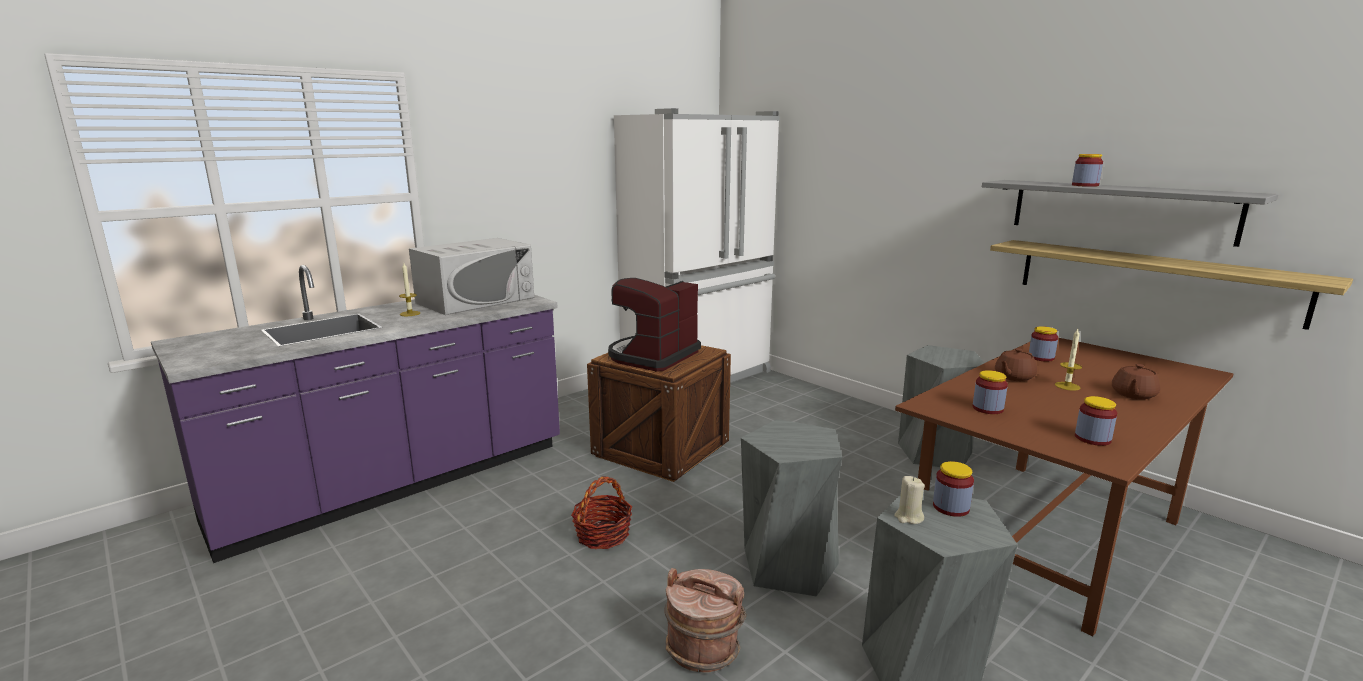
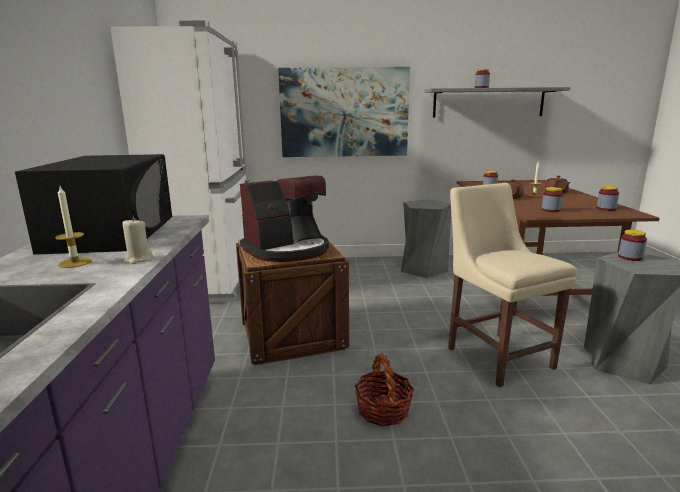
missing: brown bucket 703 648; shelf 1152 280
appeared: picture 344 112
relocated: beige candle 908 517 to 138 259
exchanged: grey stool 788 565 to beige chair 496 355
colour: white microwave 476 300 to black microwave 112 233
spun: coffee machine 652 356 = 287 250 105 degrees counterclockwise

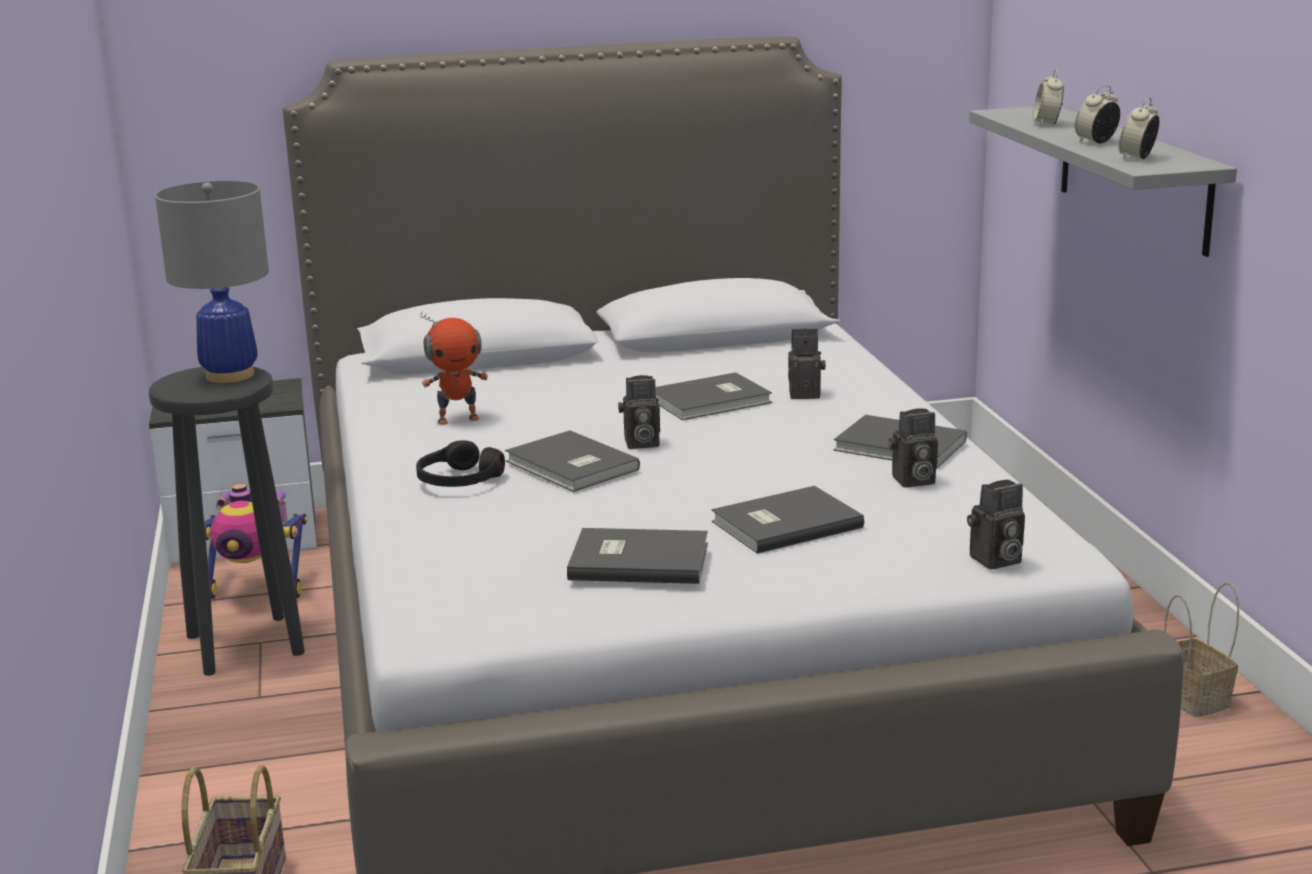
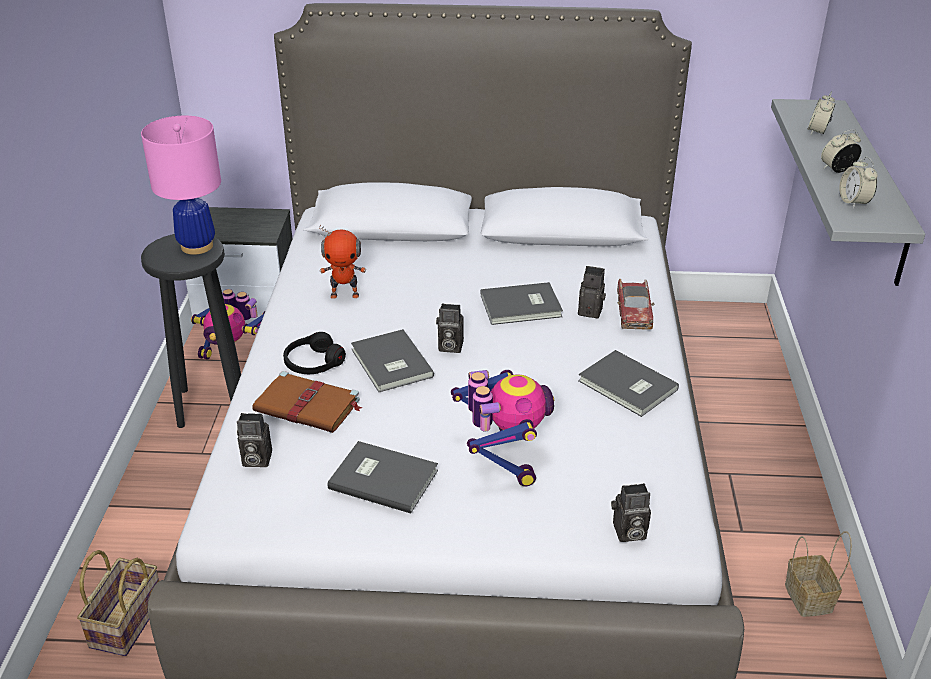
appeared: brown book 308 406; toy car 633 311
relocated: photo camera 912 481 to 255 460
exchanged: grey book 783 523 to toy robot 502 456
colour: grey table lamp 230 375 to pink table lamp 197 246
spun: alarm clock 1137 158 = 854 202 60 degrees counterclockwise

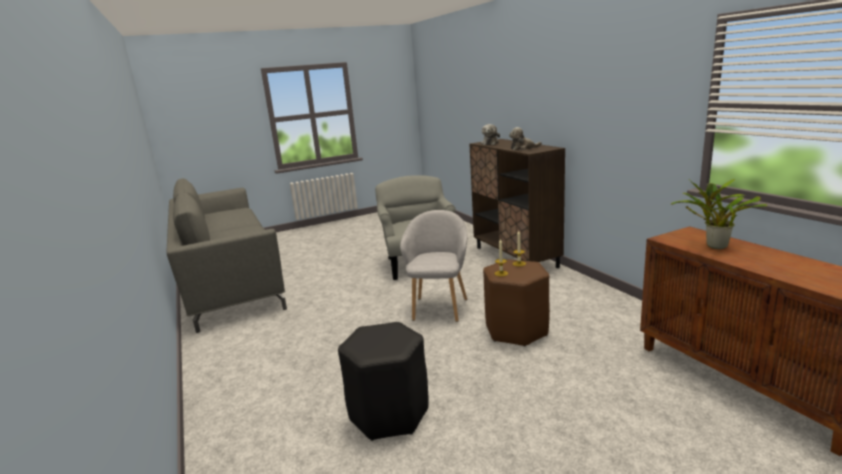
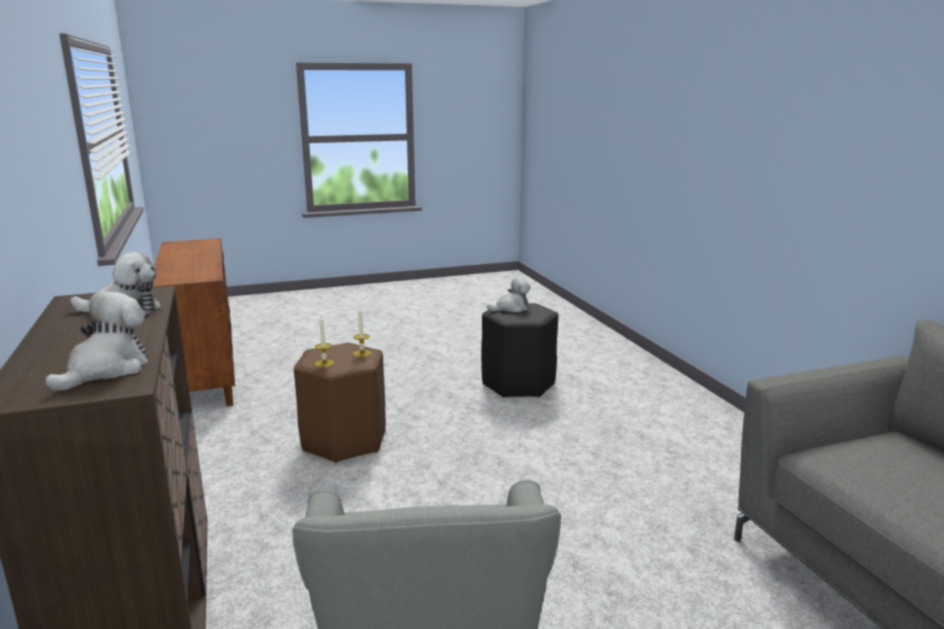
missing: grey armchair 439 308; potted plant 713 246
appeared: plush toy 511 308

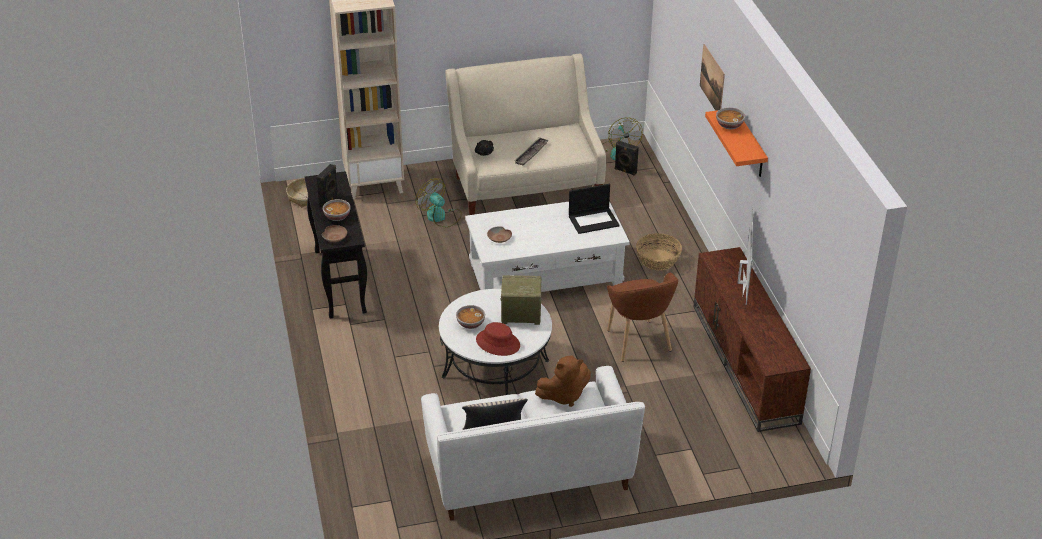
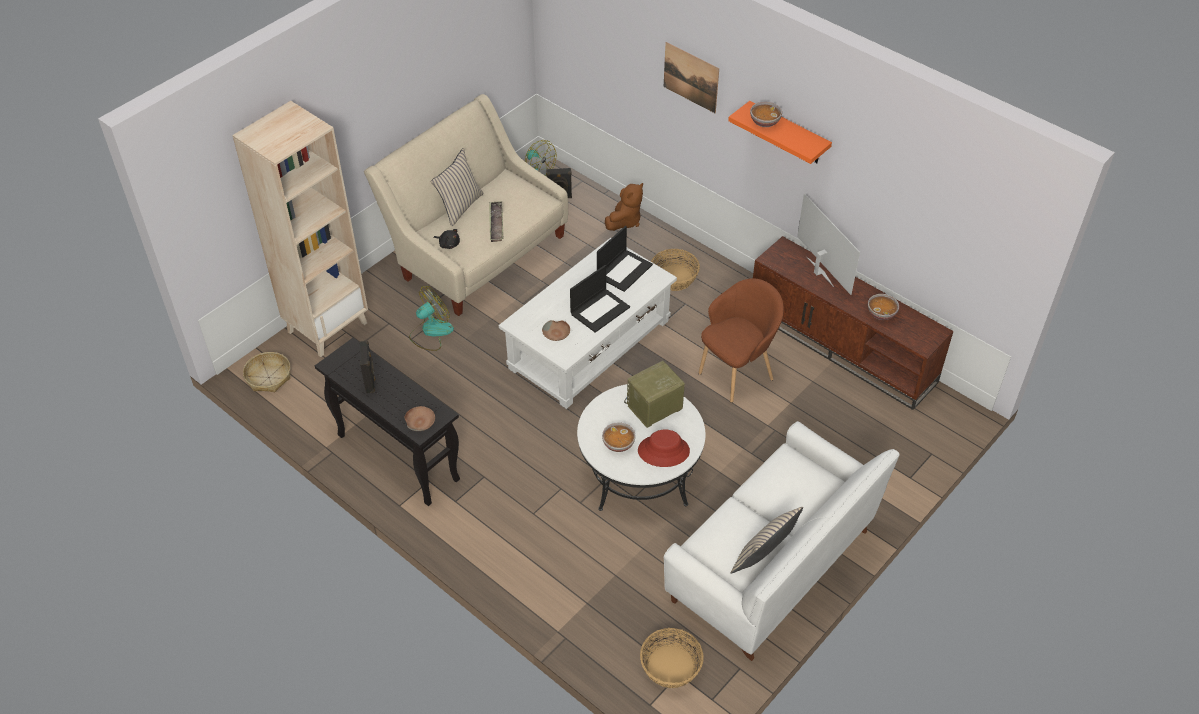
appeared: beige pillow 459 207; laptop 600 310; basket 670 667
relocated: bowl 337 216 to 881 313; brown plush toy 564 395 to 625 221
spun: fan 440 217 = 431 332 135 degrees clockwise; brown armchair 638 342 = 737 374 75 degrees counterclockwise

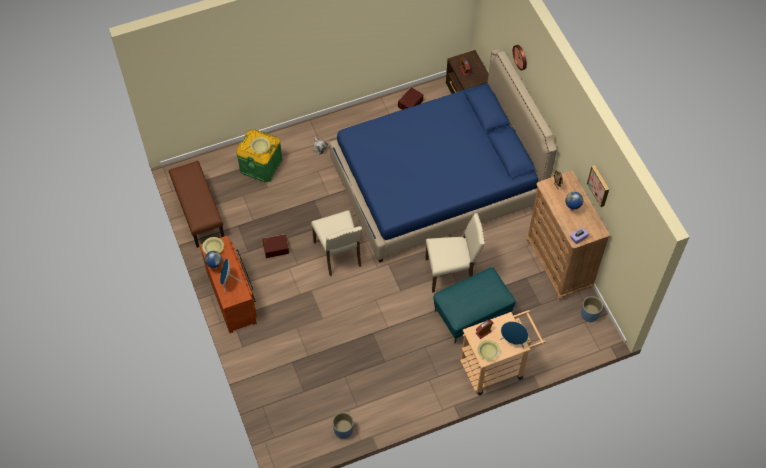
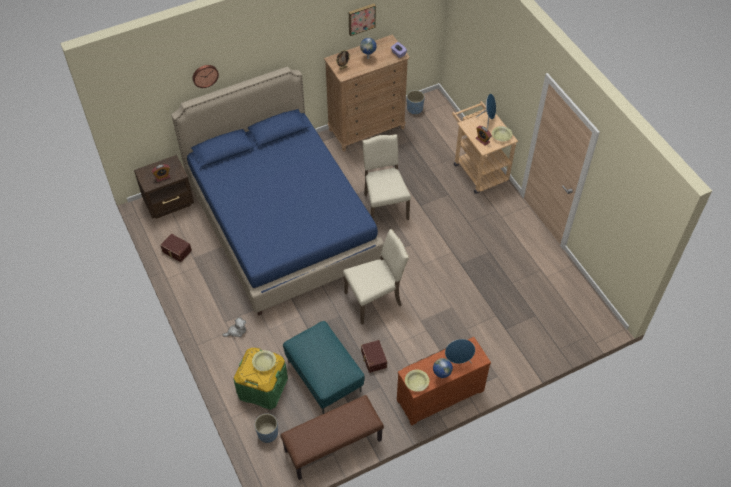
relocated: blue planter 343 430 to 267 433; turquoise ottoman 472 314 to 325 376

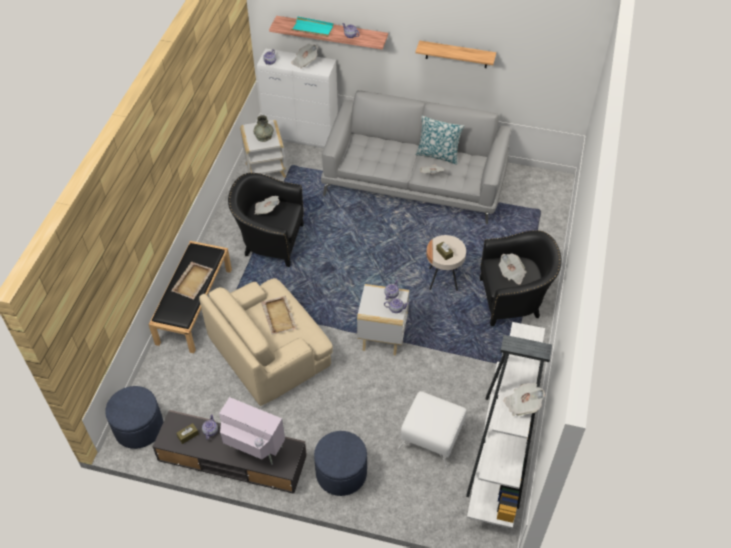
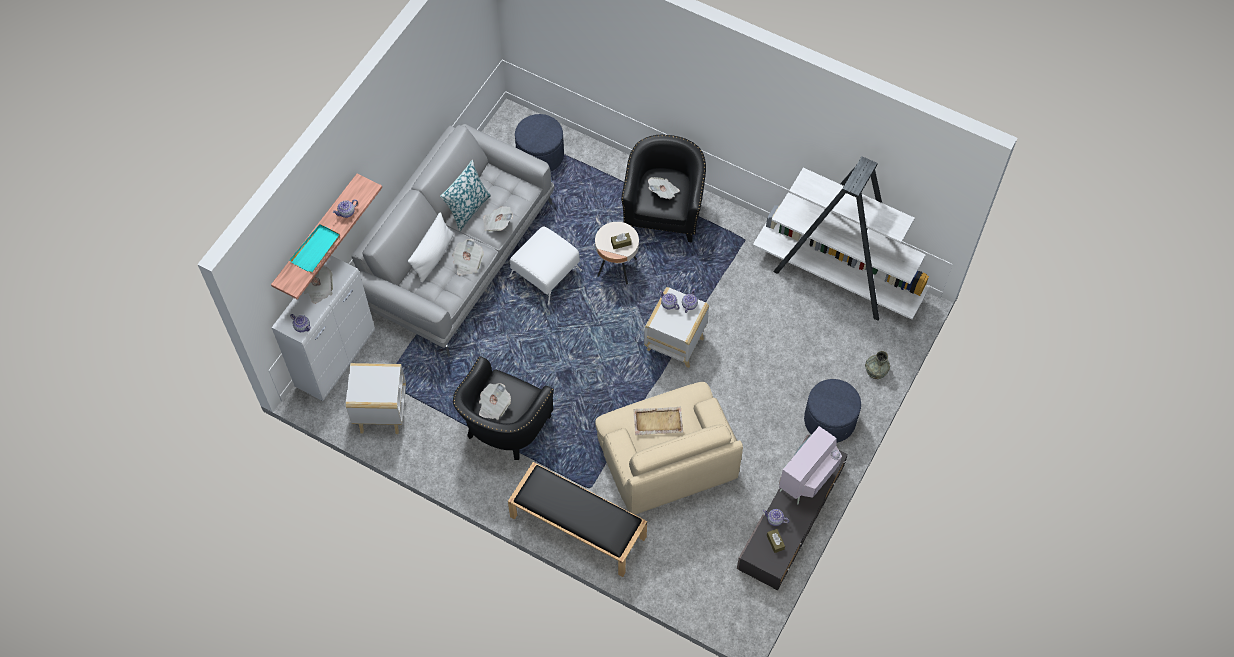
missing: beige tray 193 281; shelf 456 54
appeared: white pillow 433 256
relocated: blue ottoman 138 427 to 540 155; grey vase 264 136 to 876 370; white ottoman 431 436 to 545 273; newspaper 522 404 to 467 262

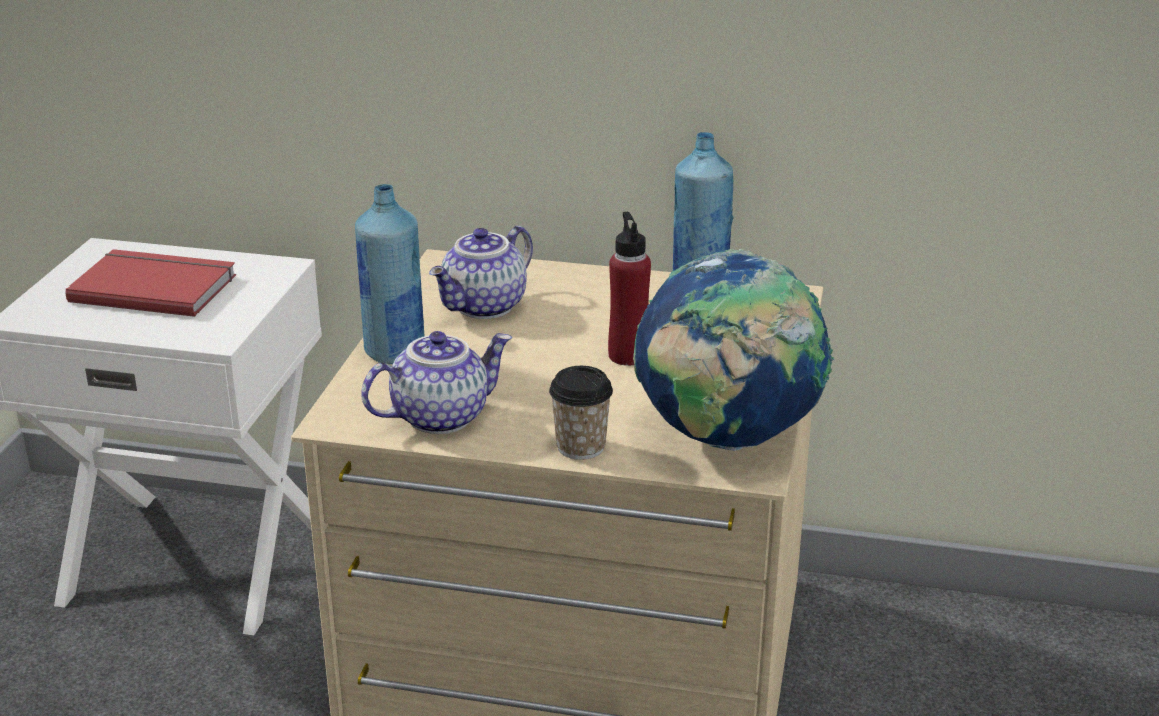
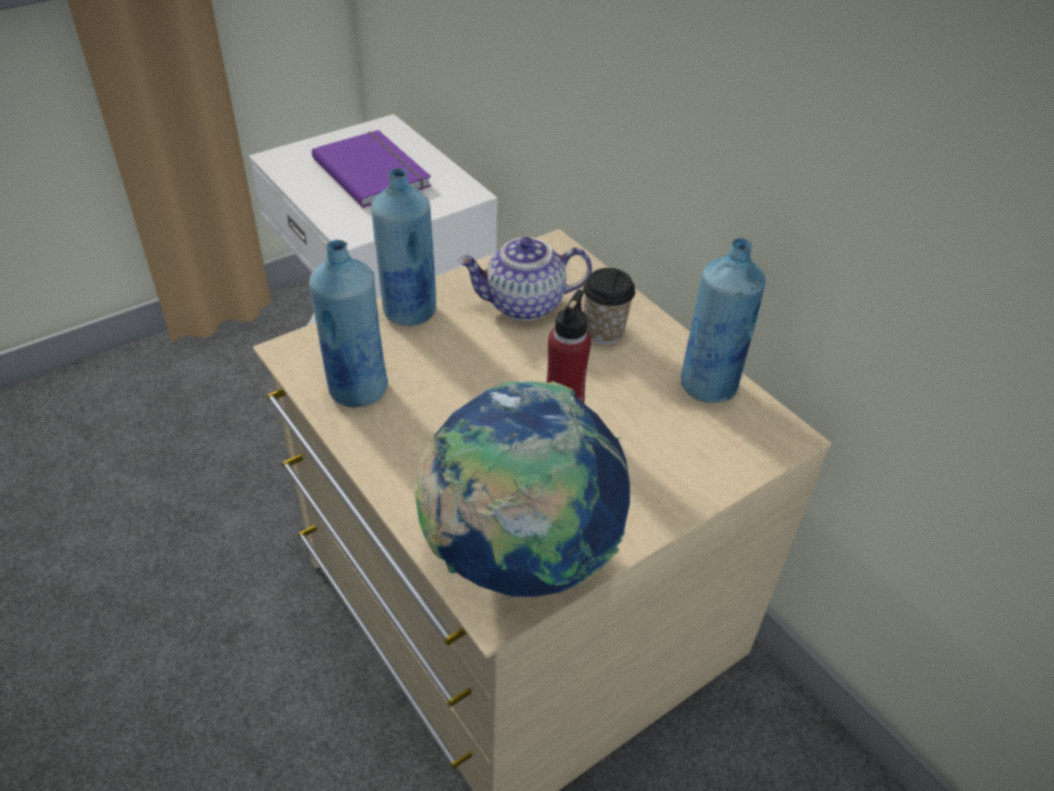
relocated: cup 580 447 to 604 332
exchanged: teapot 440 416 to blue bottle 357 389
colour: red book 154 287 to purple book 374 171

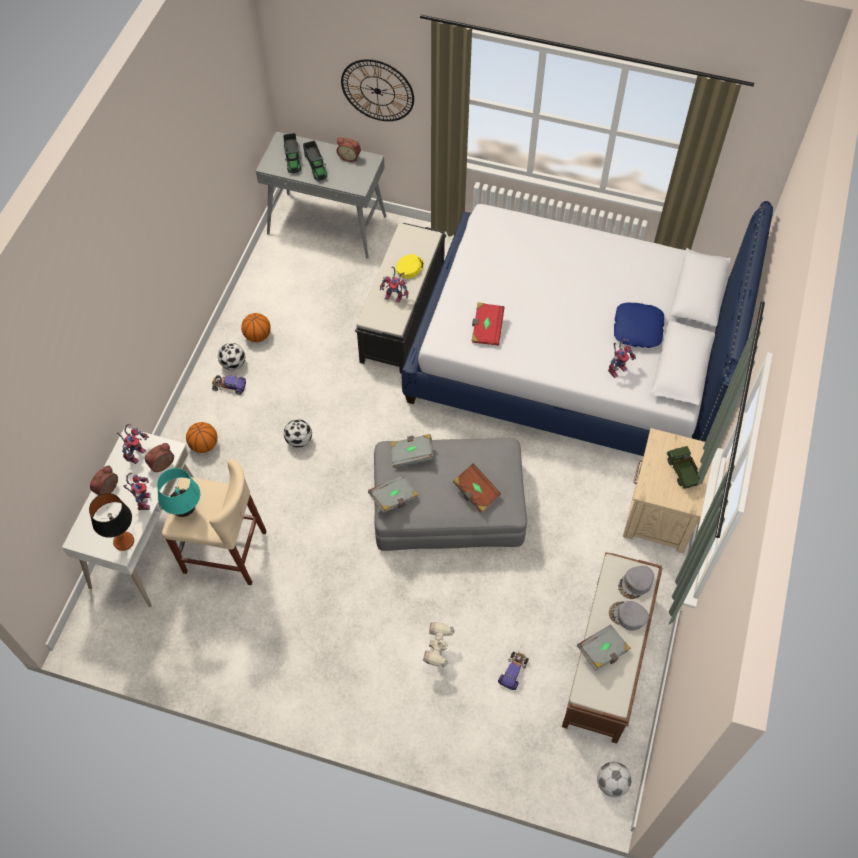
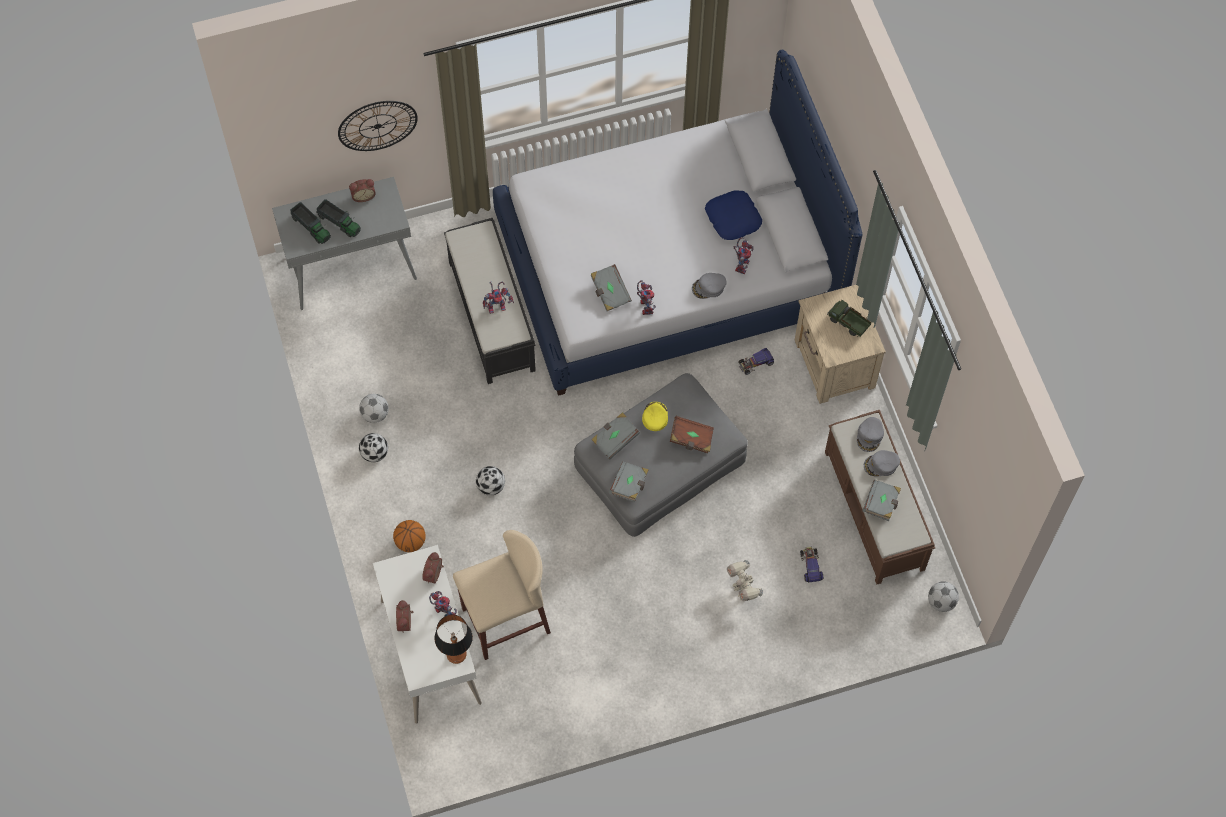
missing: turquoise table lamp 184 510
appeared: grey cap 709 287
relocated: toy robot 136 452 to 644 306; toy car 229 386 to 755 363; yellow cap 409 267 to 655 417
exchanged: basketball 257 336 to football 375 414
colour: red book 486 329 to grey book 610 292

